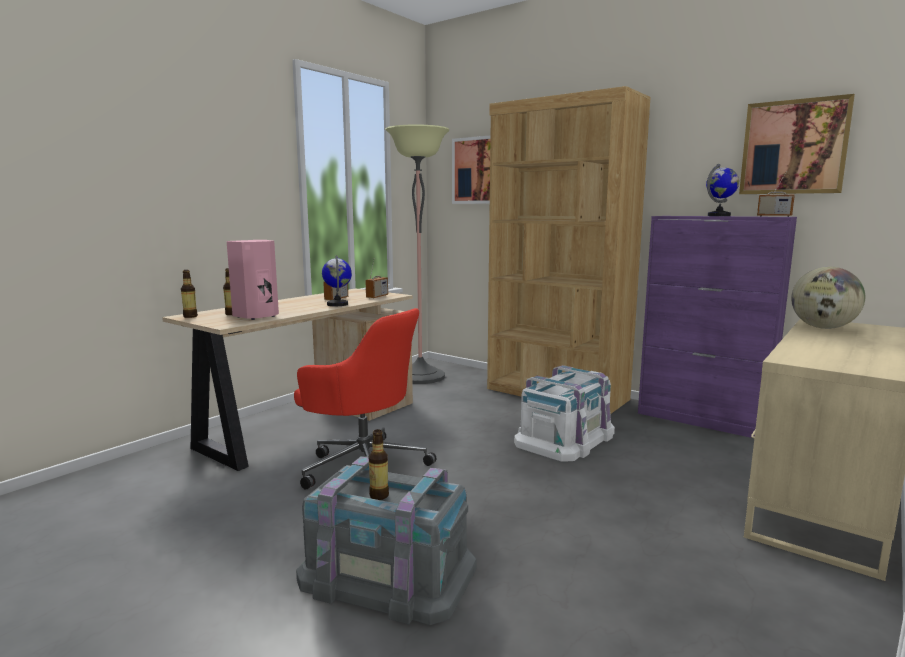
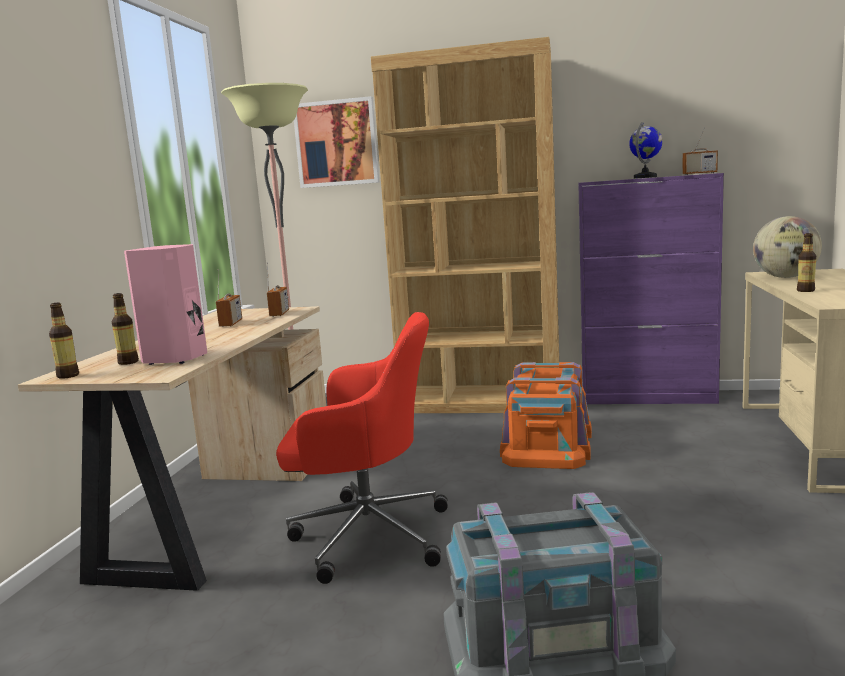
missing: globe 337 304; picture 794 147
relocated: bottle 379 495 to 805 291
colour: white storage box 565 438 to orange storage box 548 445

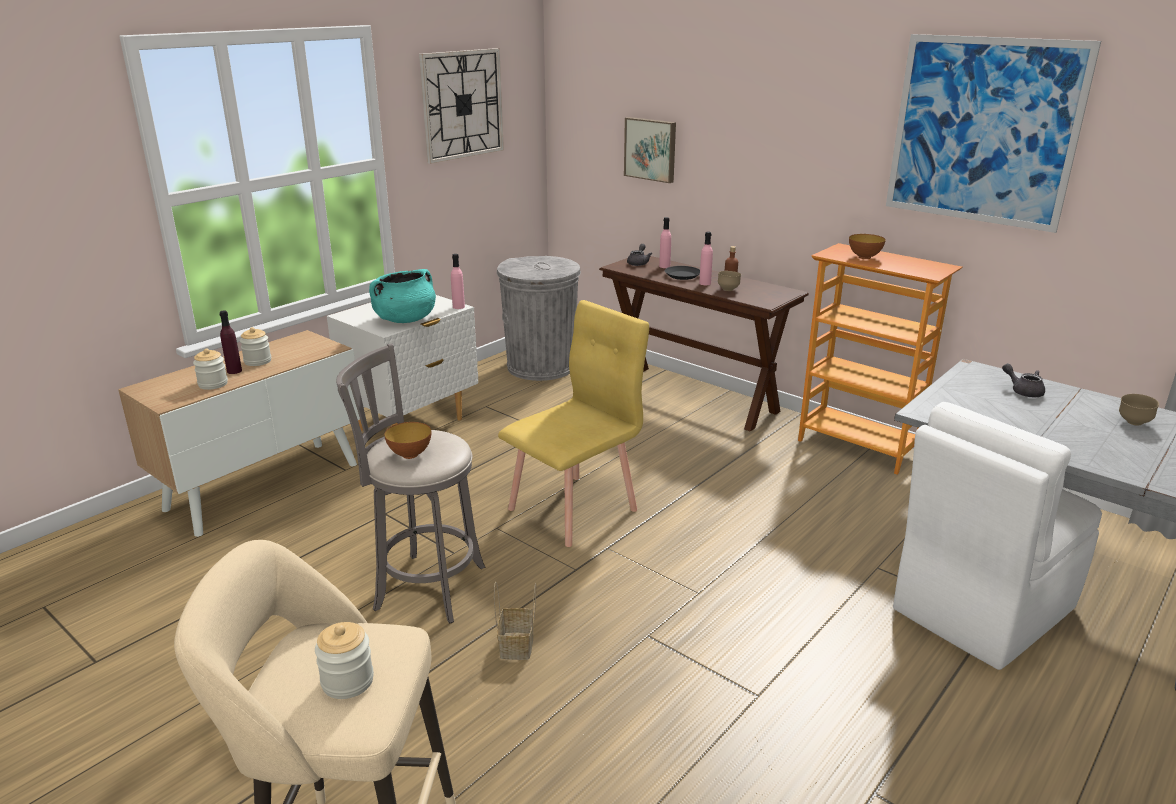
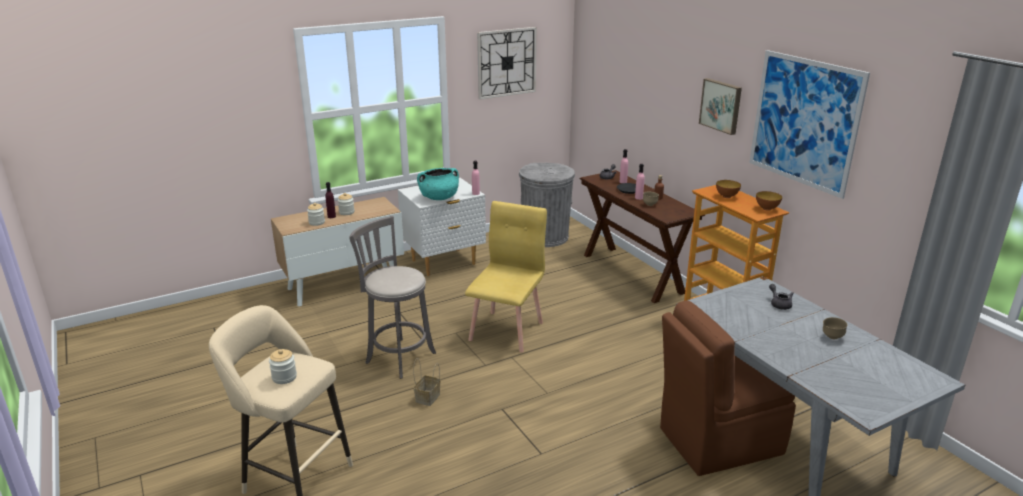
relocated: bowl 410 455 to 767 208; picture 651 149 to 721 105
colour: white chair 980 610 to brown chair 717 441
spun: yellow chair 574 509 = 507 331 45 degrees counterclockwise

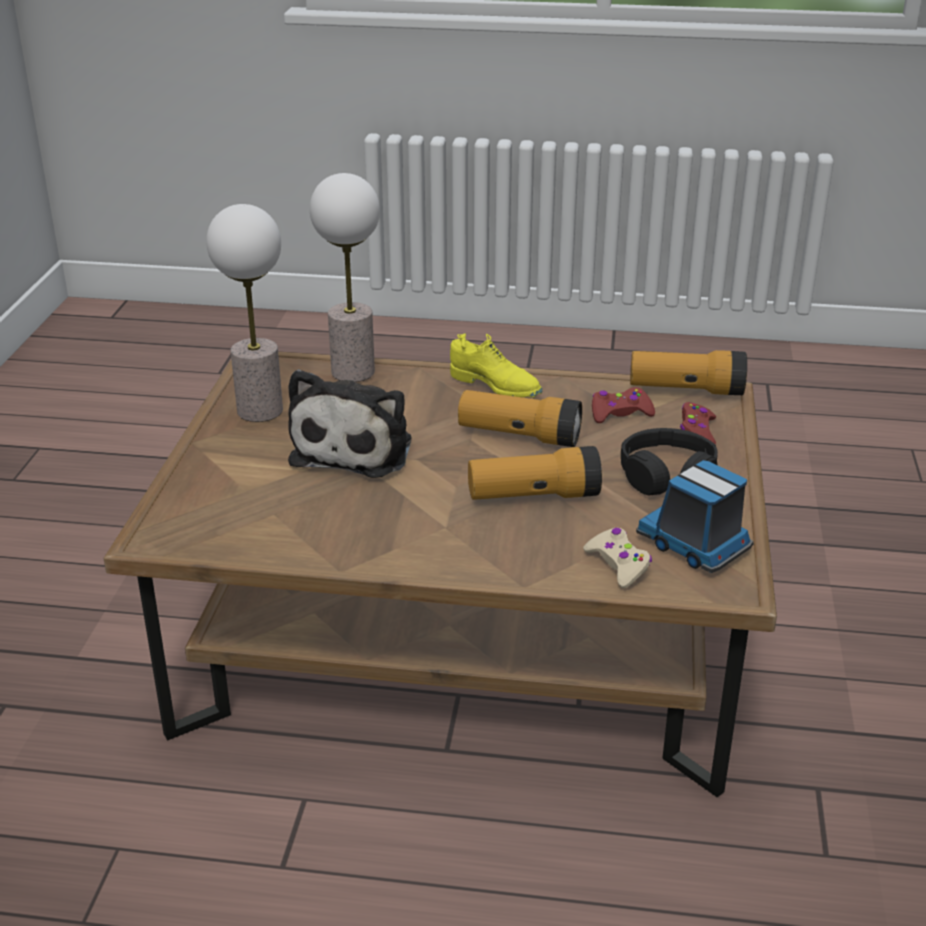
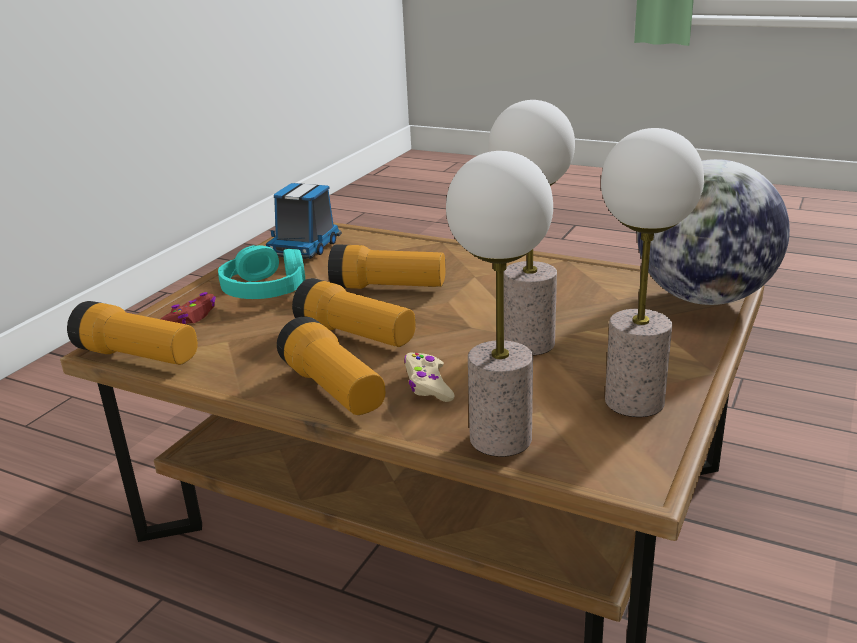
missing: red game controller 620 413
appeared: globe 704 298
relocated: beige game controller 618 564 to 428 385
exchanged: plush toy 355 448 to table lamp 528 343; yellow shoe 495 387 to flashlight 333 389
colour: black headphones 668 476 to turquoise headphones 265 289
spun: toy truck 695 544 = 305 247 45 degrees clockwise

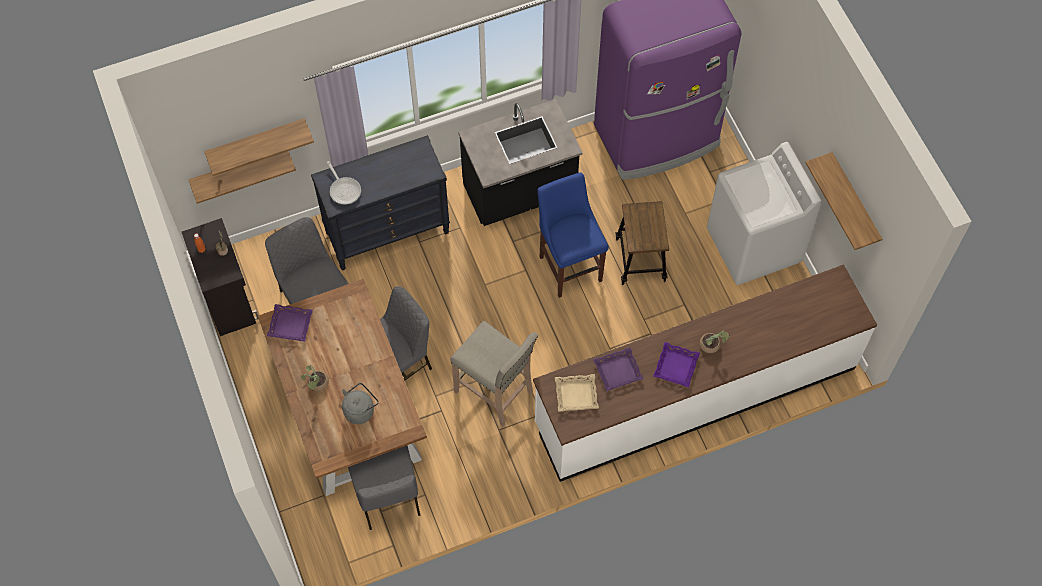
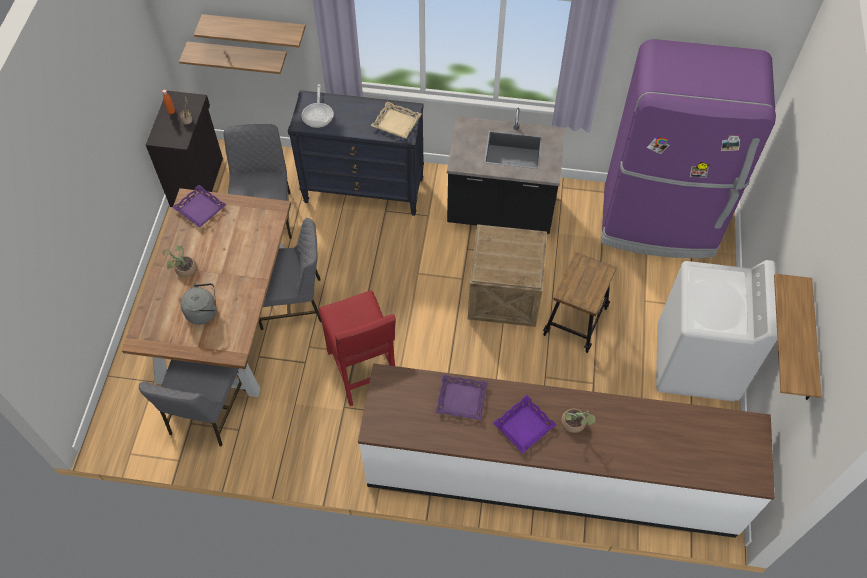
relocated: beige tray 576 395 to 396 123
exchanged: blue stool 569 266 to crate 505 294
colour: beige stool 495 392 to red stool 363 372

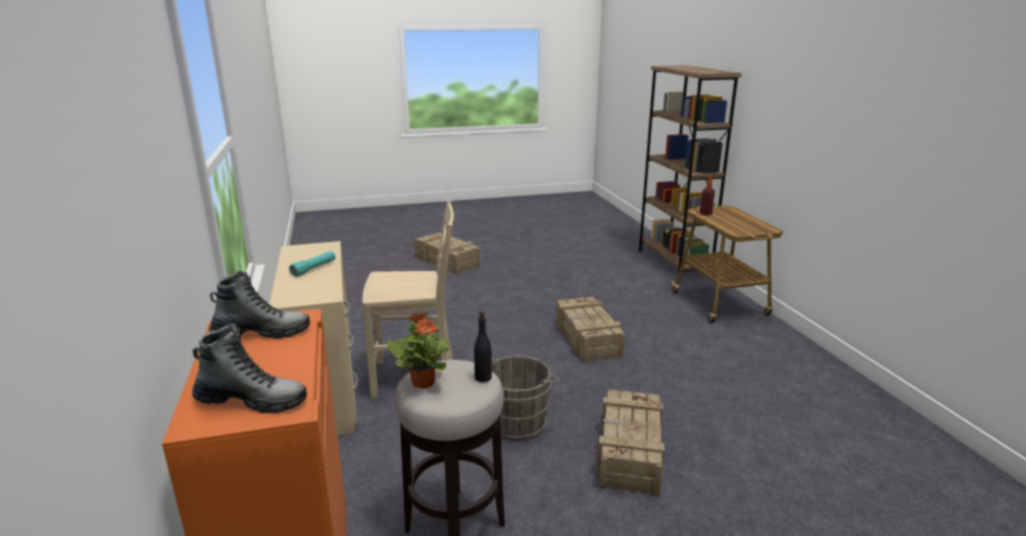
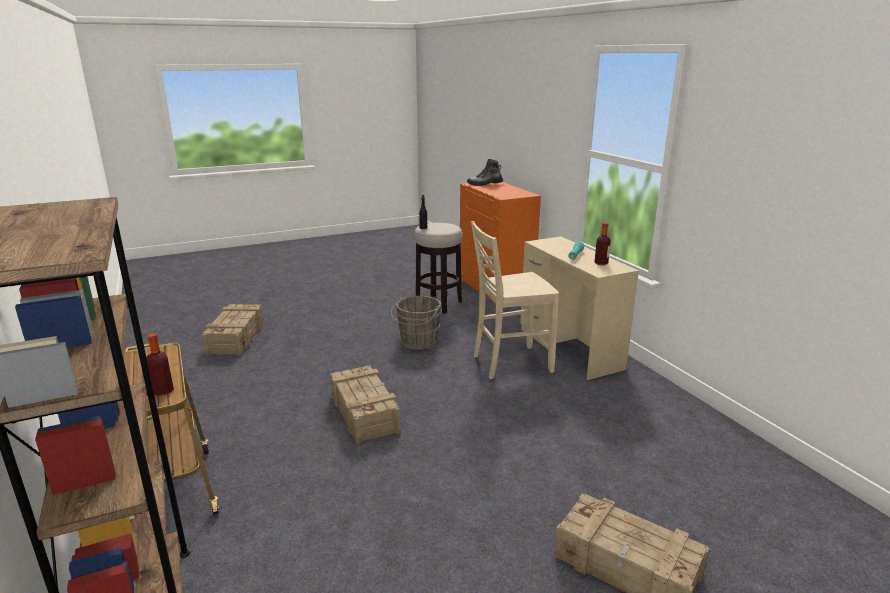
missing: boot 262 333; potted plant 423 382
appeared: bottle 601 263
relocated: crate 629 453 to 237 338

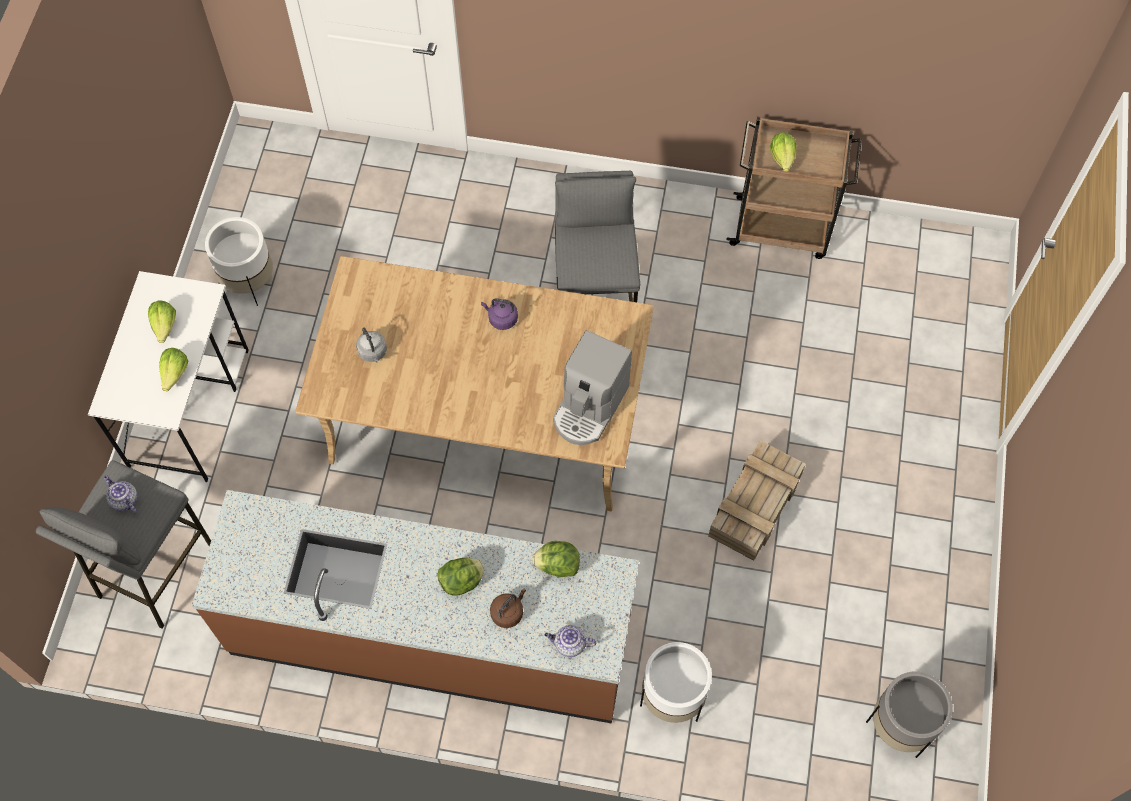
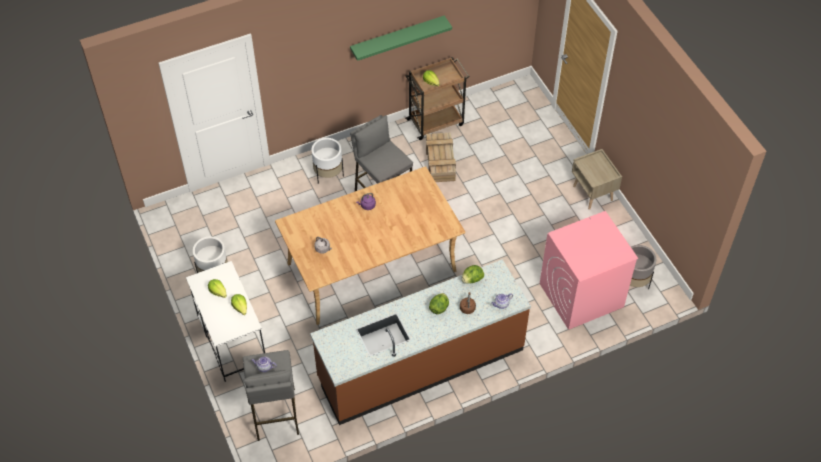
missing: coffee machine 589 407
appeared: green shelf 397 38; pink washing machine 581 295; beige nightstand 593 193
relocated: white planter 672 697 to 328 174; crate 755 507 to 441 162

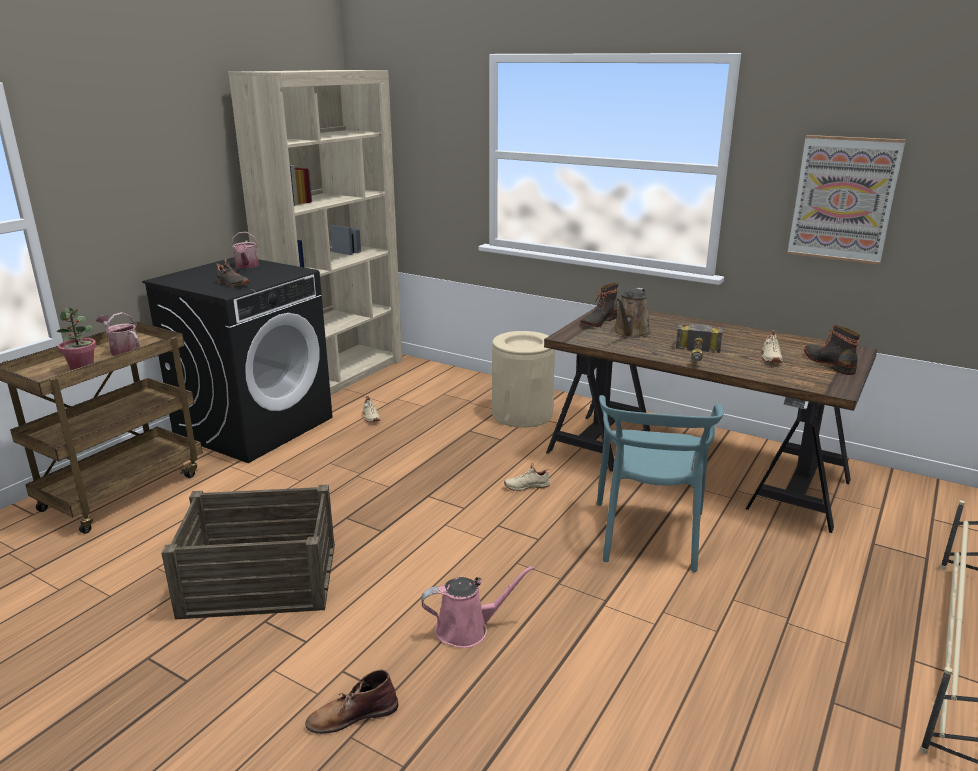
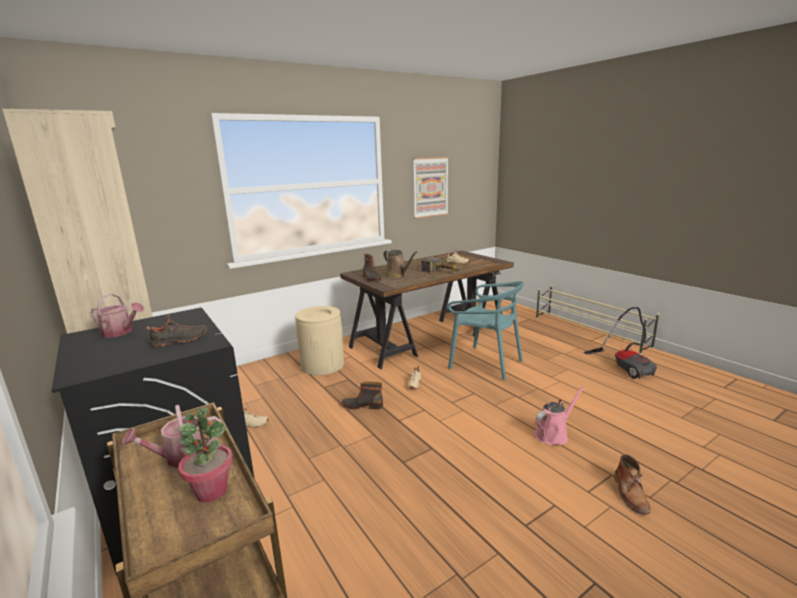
missing: crate 261 580
appeared: vacuum cleaner 625 366
relocated: boot 830 363 to 362 405
spun: pink watering can 467 629 = 553 434 45 degrees clockwise

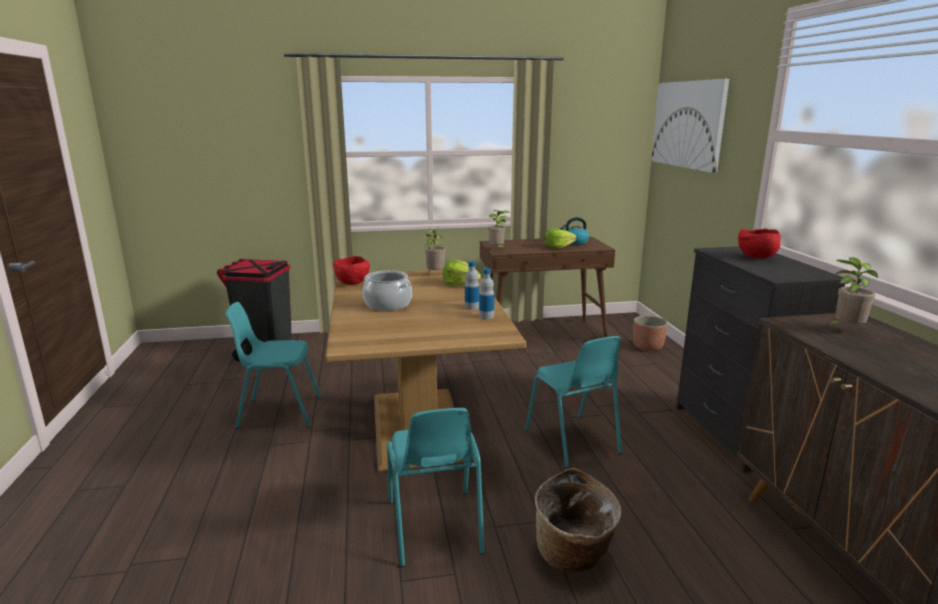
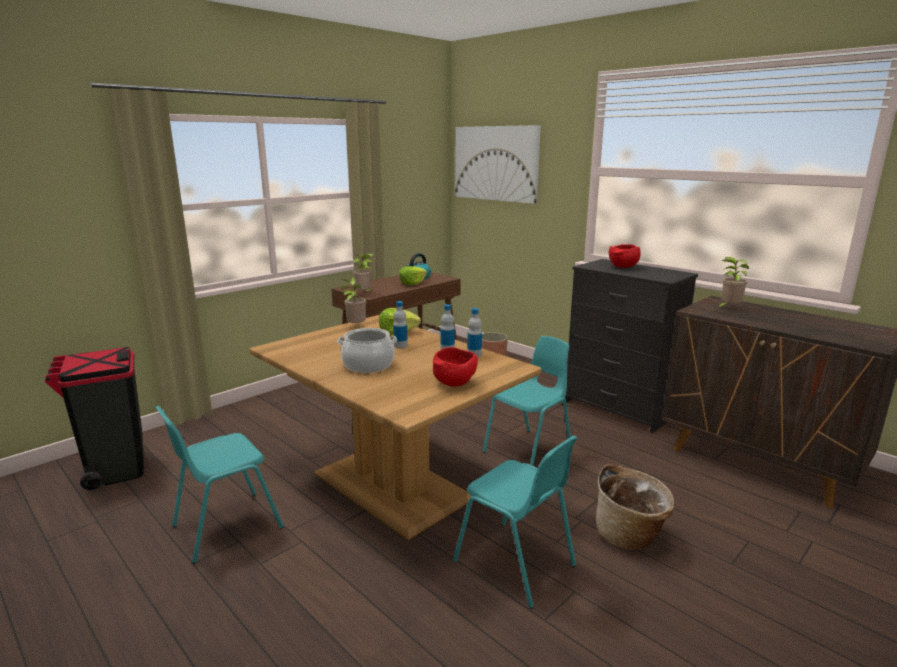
appeared: bottle 400 345
relocated: red bowl 353 283 to 454 383
spun: turquoise chair 572 441 = 529 451 75 degrees counterclockwise

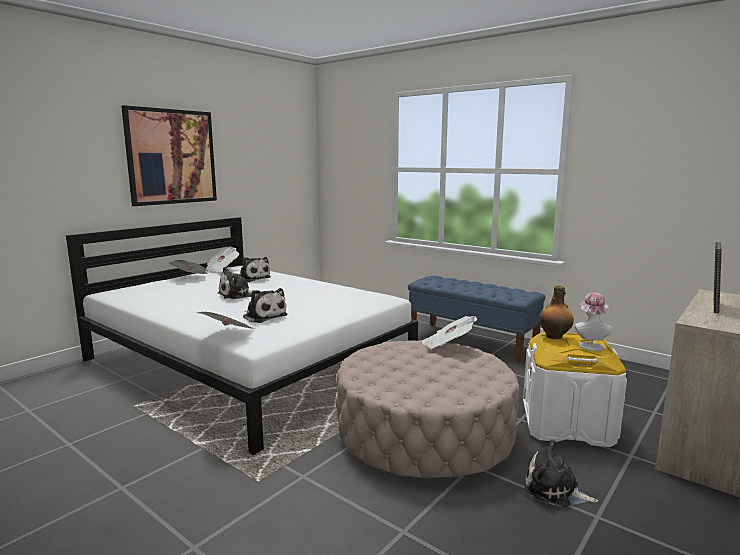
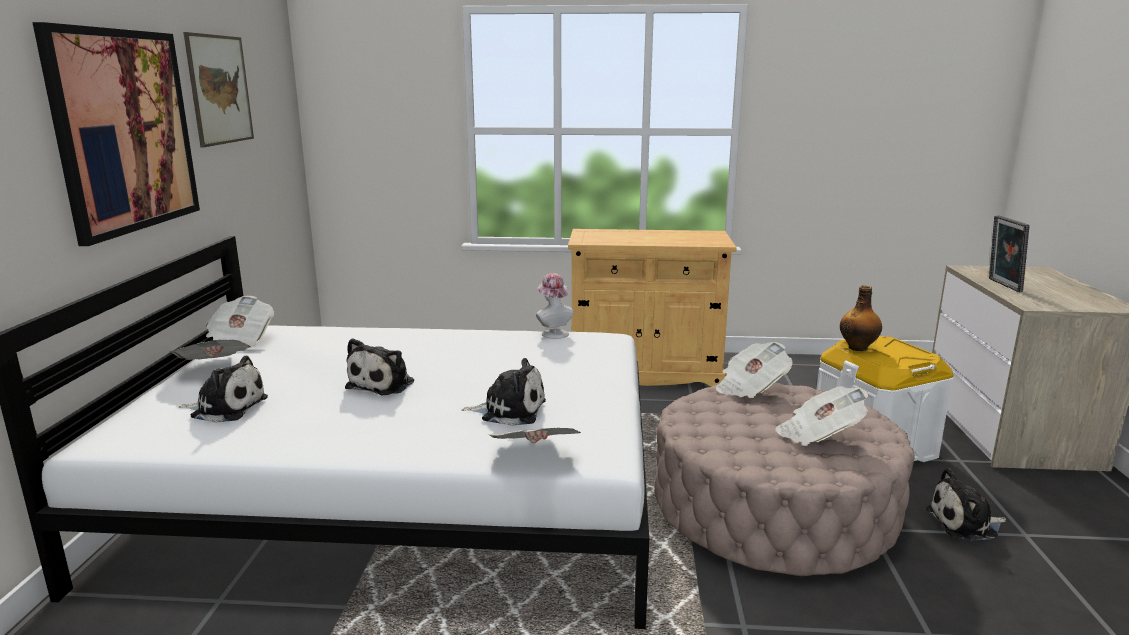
appeared: picture 220 89; newspaper 818 435
relocated: plush toy 252 278 to 226 407; hat 590 345 to 553 333
exchanged: blue bench 472 341 to beige cabinet 645 372

